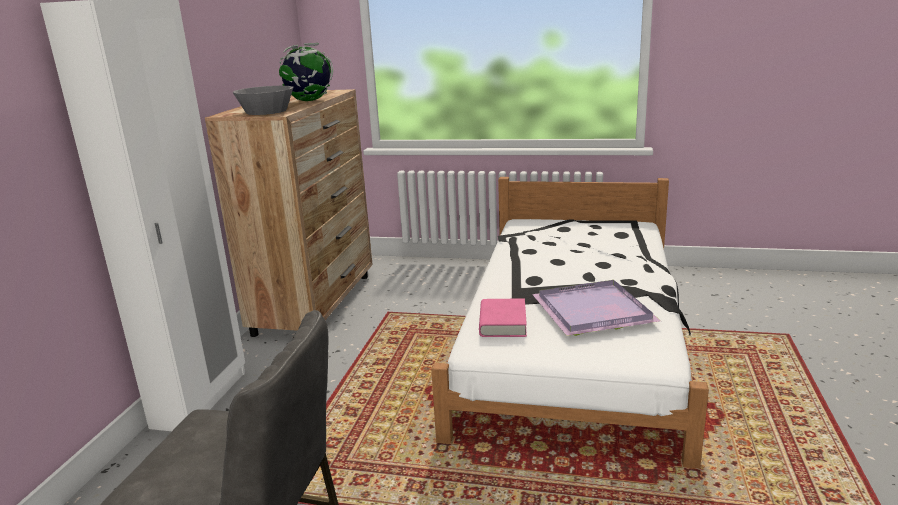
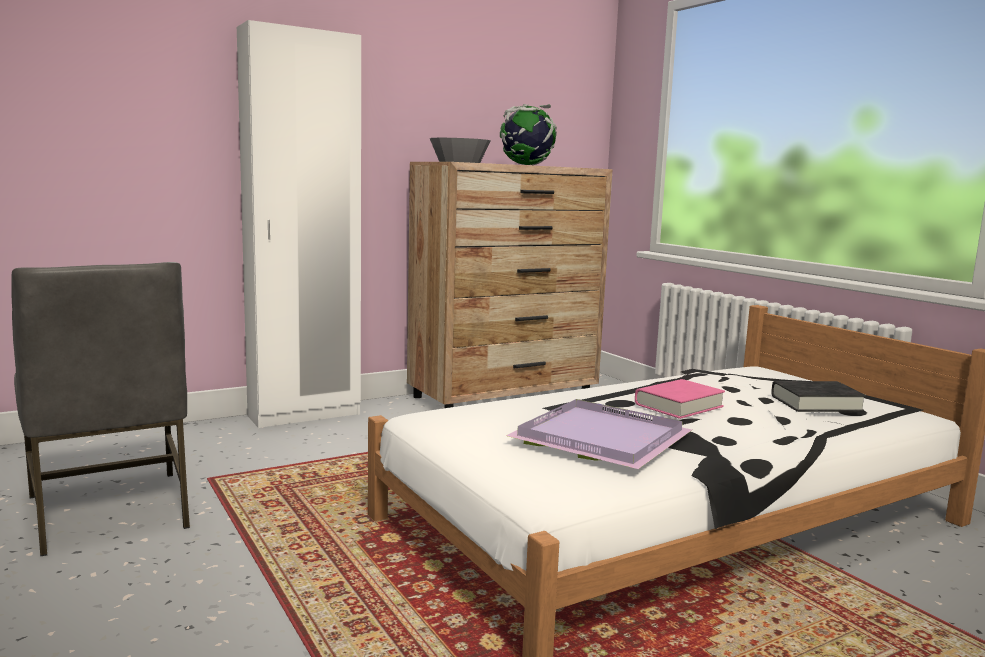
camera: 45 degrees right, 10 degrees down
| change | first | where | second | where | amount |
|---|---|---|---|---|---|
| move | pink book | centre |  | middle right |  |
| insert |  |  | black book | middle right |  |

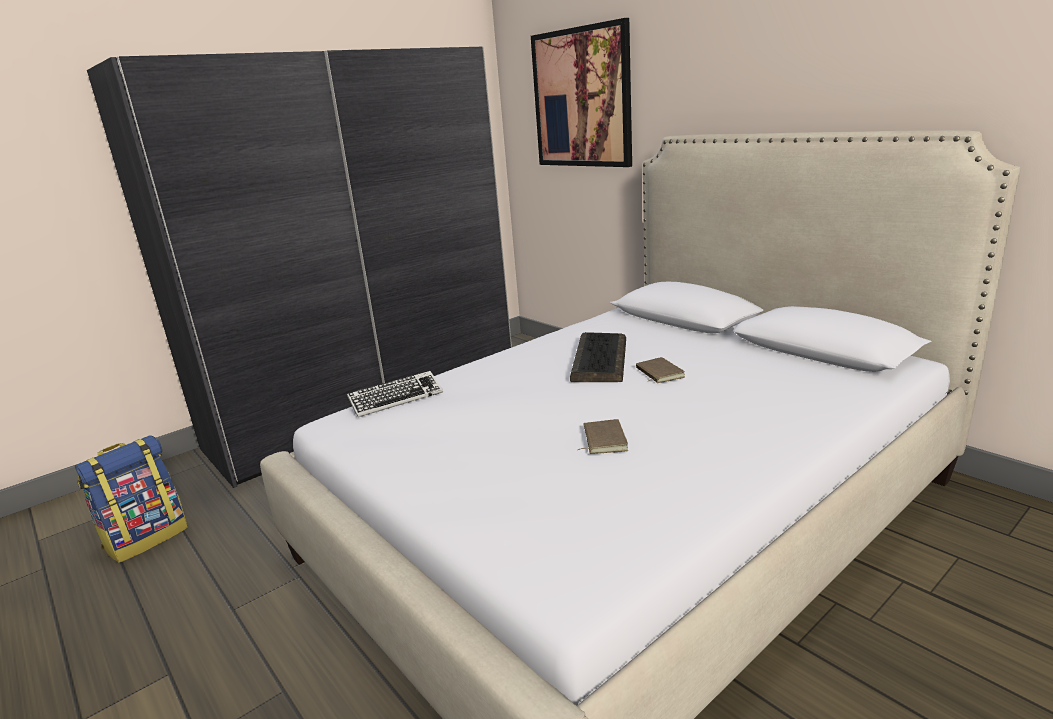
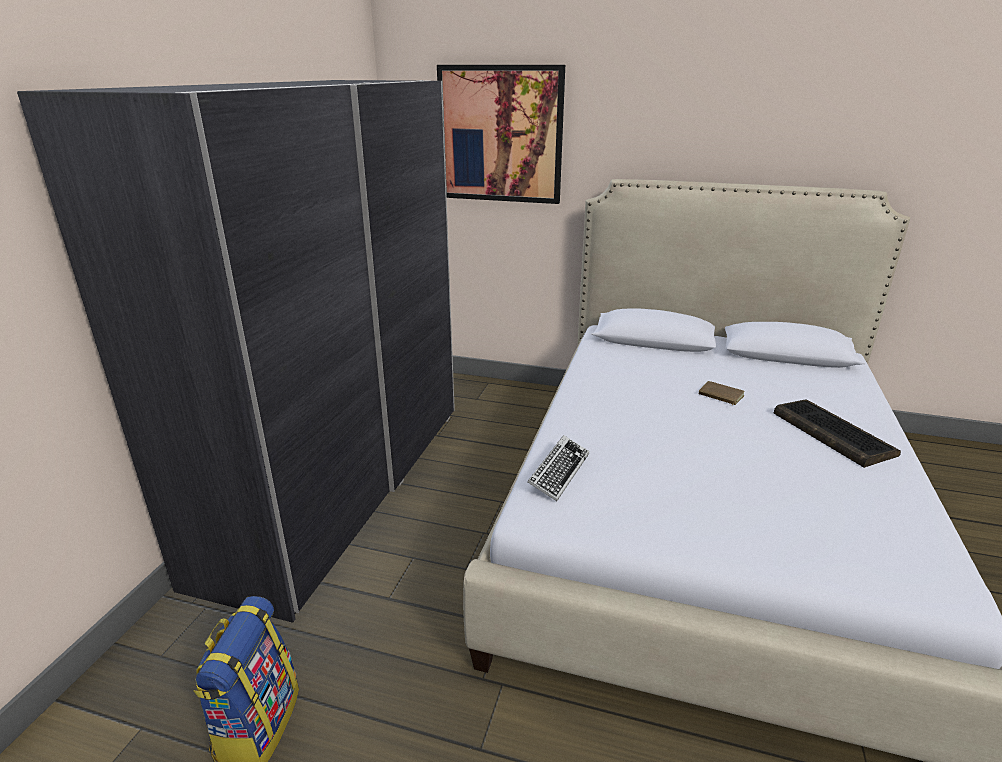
camera: 35 degrees left, 5 degrees up
| change | first | where | second | where | amount |
|---|---|---|---|---|---|
| move | keyboard (2nd from left) | centre |  | middle right |  |
| delete | brown book (1st from left) | centre |  |  |  |

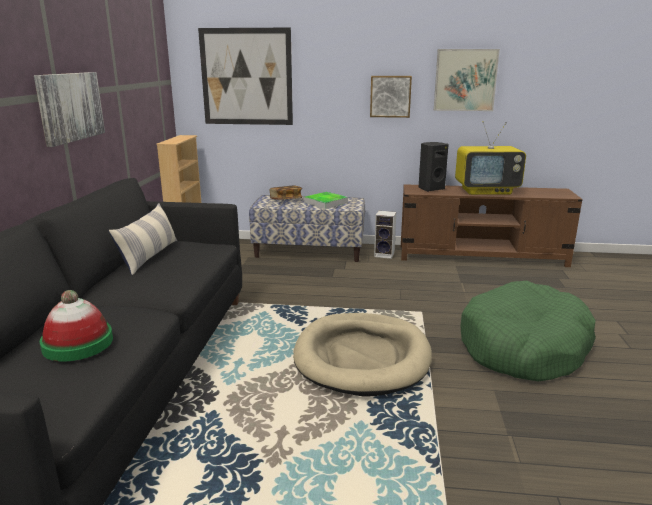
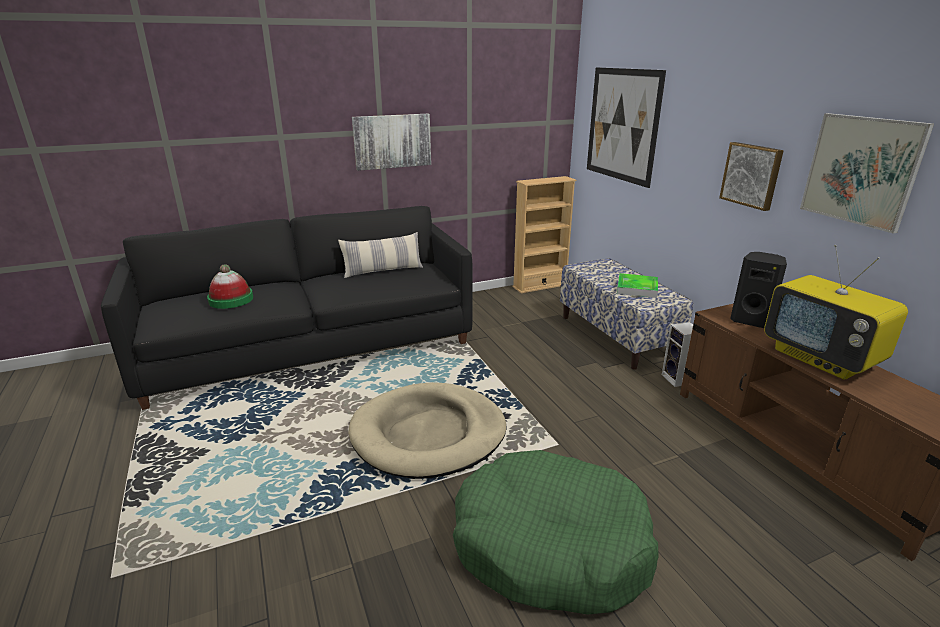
camera: 60 degrees right, 5 degrees up
| change | first | where | second | where | amount |
|---|---|---|---|---|---|
| delete | book | centre |  |  |  |

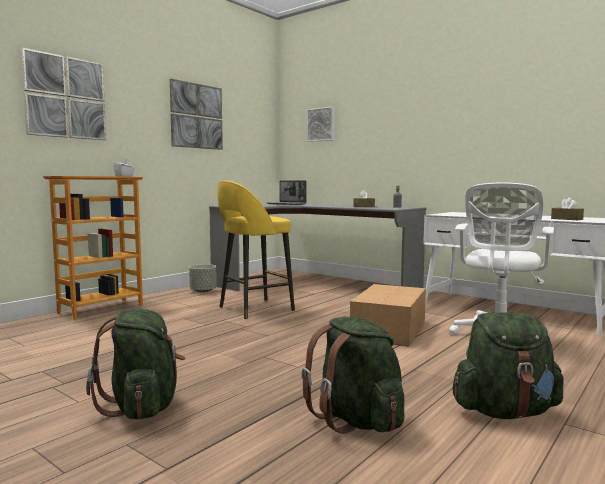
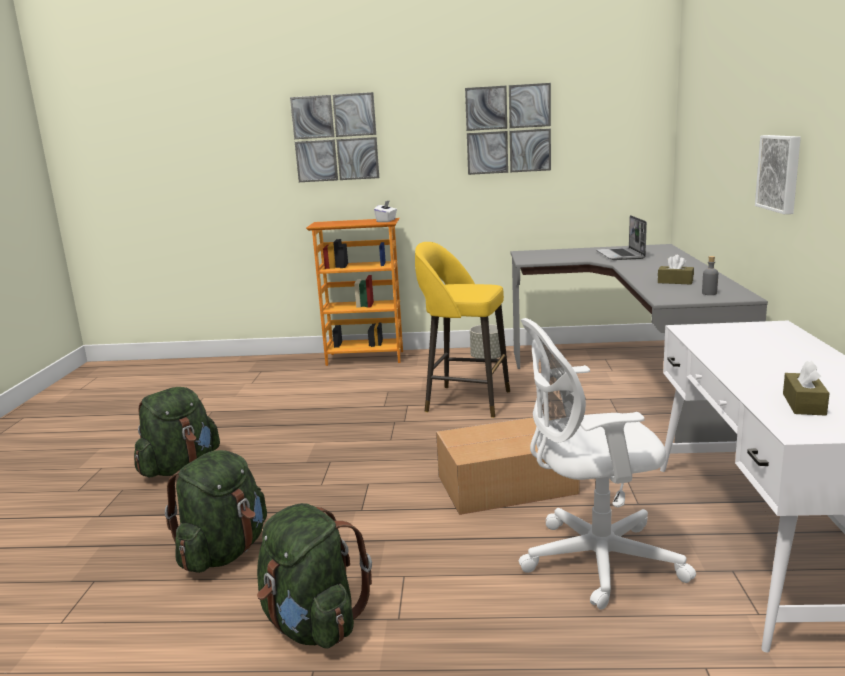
camera: 55 degrees right, 10 degrees up
| change | first | where | second | where | amount |
|---|---|---|---|---|---|
| move | picture (3rd from left) | top centre |  | top right |  |

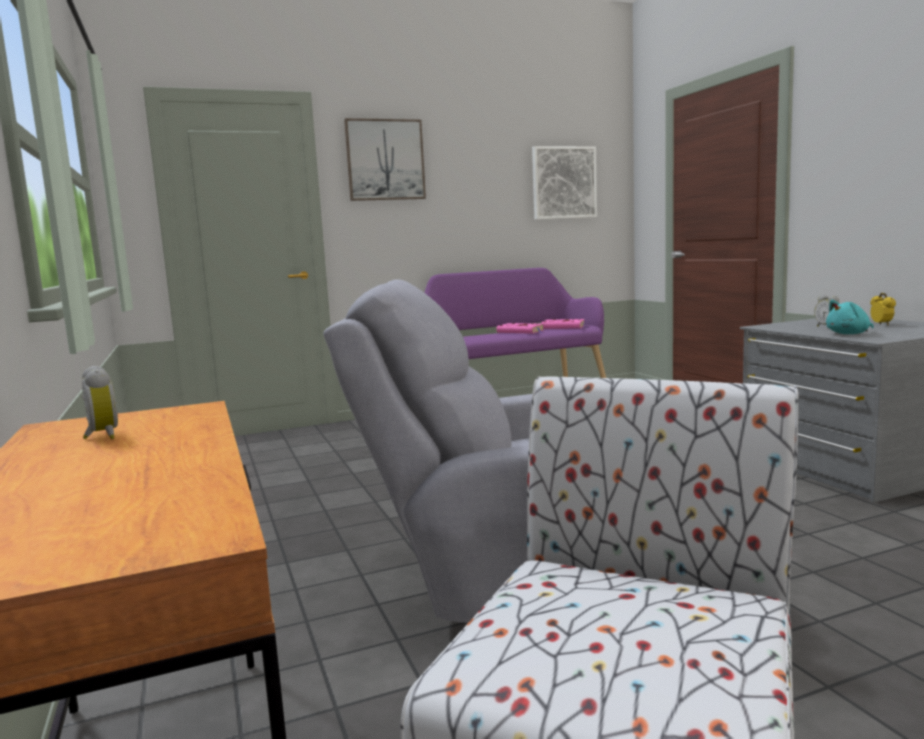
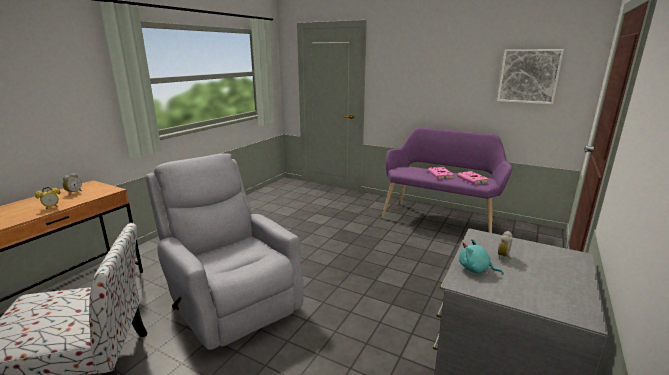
camera: 50 degrees right, 10 degrees up
| change | first | where | second | where | amount |
|---|---|---|---|---|---|
| delete | picture (1st from left) | top centre |  |  |  |
| move | alarm clock (3rd from left in the first image) | middle right | alarm clock (1st from left) | middle left |  |

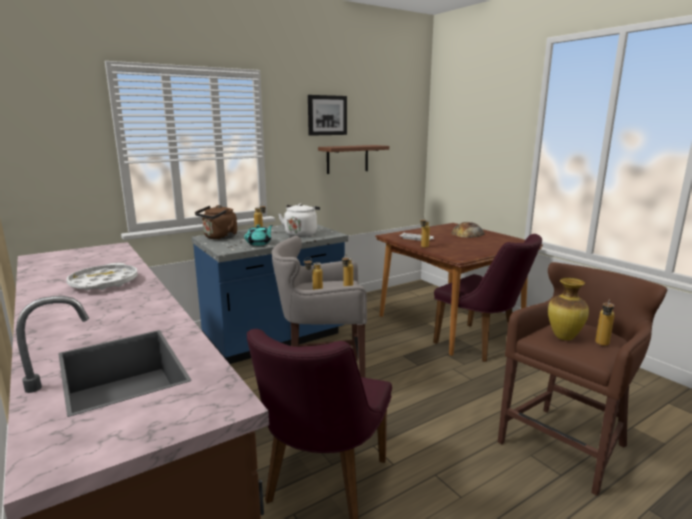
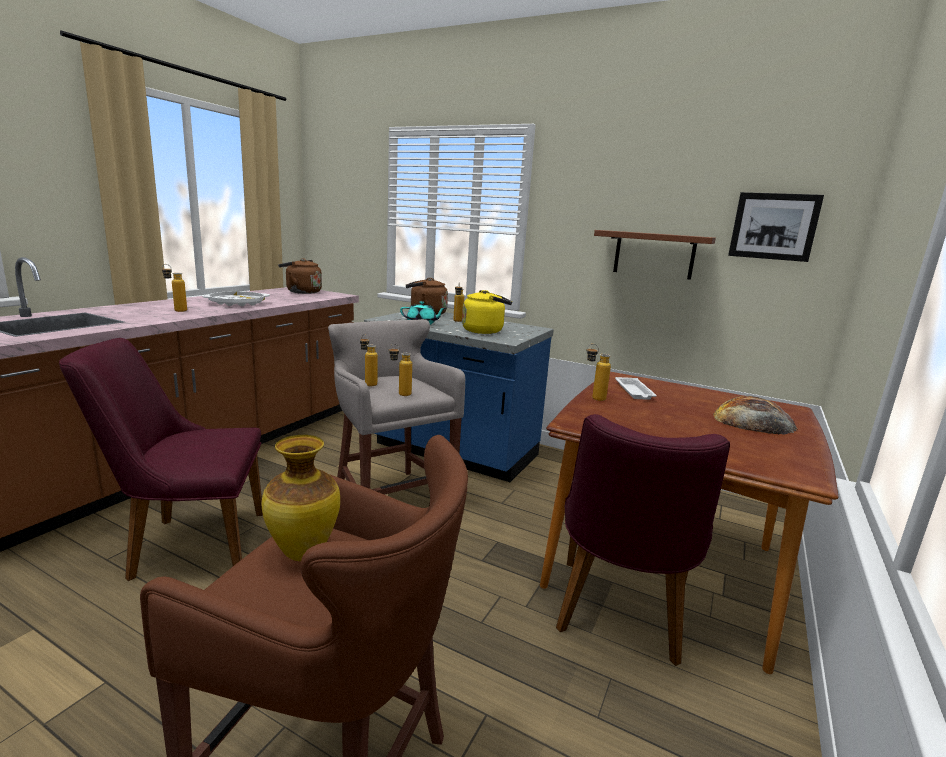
camera: 60 degrees right, 0 degrees up
| change | first | where | second | where | amount |
|---|---|---|---|---|---|
| move | picture | top centre |  | top right |  |
| recolor | white kettle | centre | yellow kettle | centre |  |
| move | bottle (5th from left in the first image) | middle right | bottle (1st from left) | middle left |  |
| insert |  |  | brown kettle (1st from left) | middle left |  |

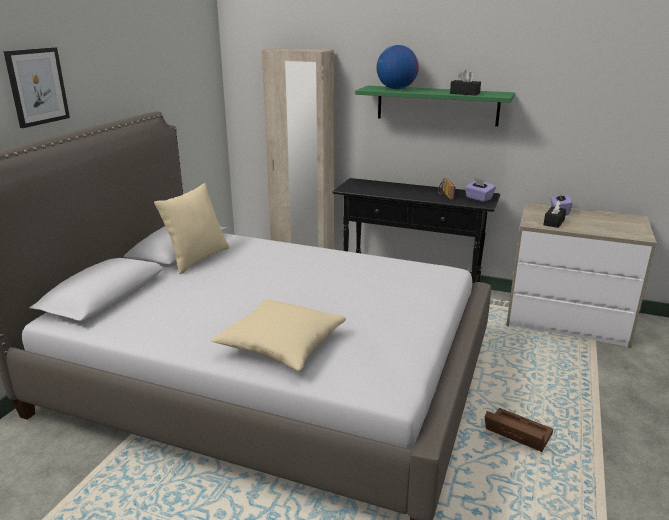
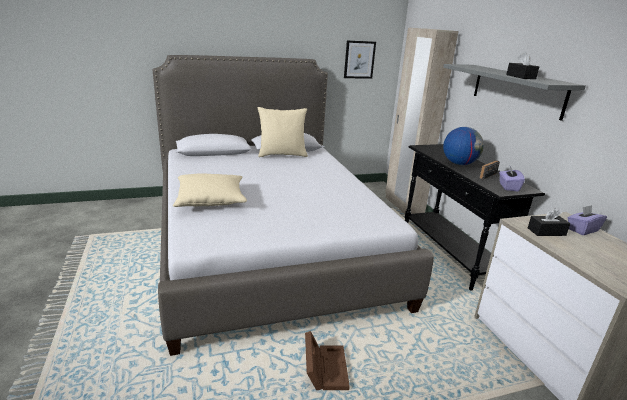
camera: 50 degrees right, 0 degrees up
| change | first | where | second | where | amount |
|---|---|---|---|---|---|
| move | globe | top centre |  | middle right |  |
| move | picture | top left |  | top centre |  |
| recolor | green shelf | top centre | grey shelf | top right |  |

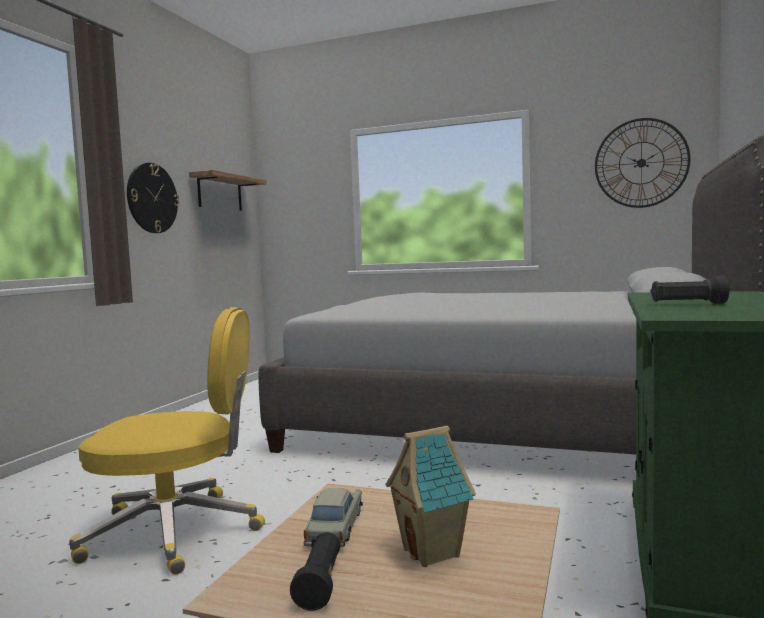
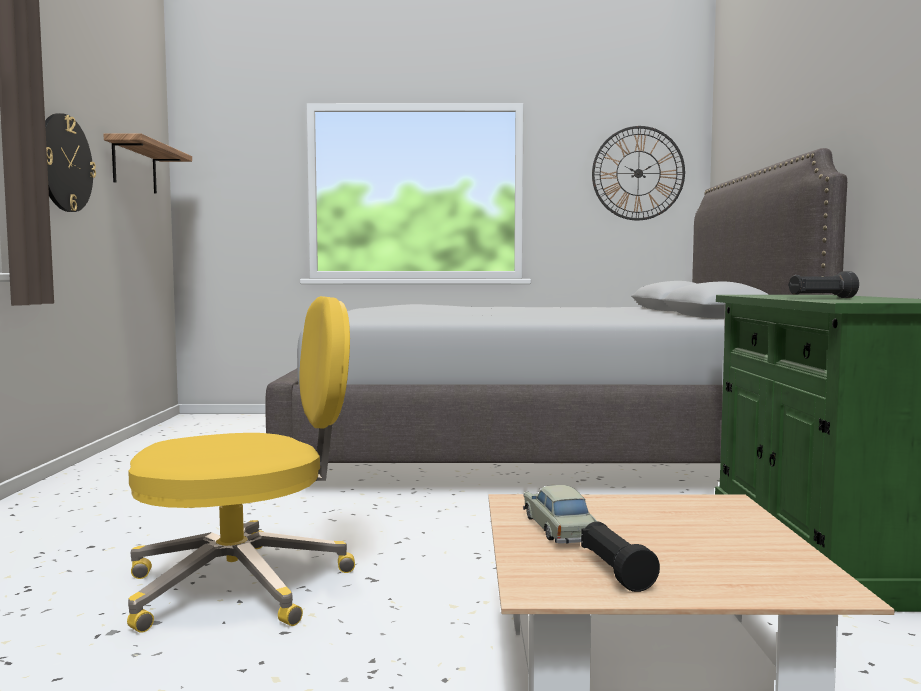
camera: 20 degrees left, 0 degrees up
| change | first | where | second | where | amount |
|---|---|---|---|---|---|
| delete | toy house | bottom centre |  |  |  |

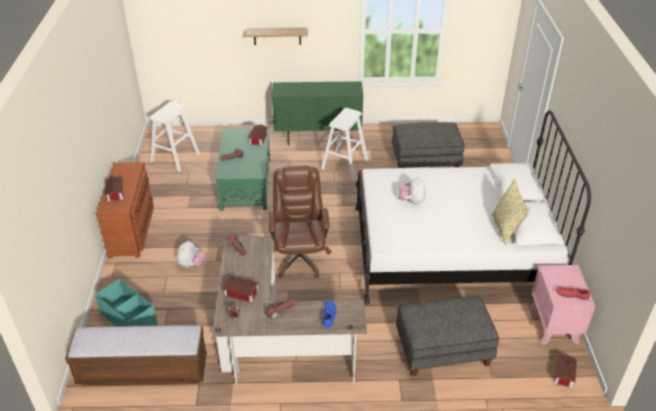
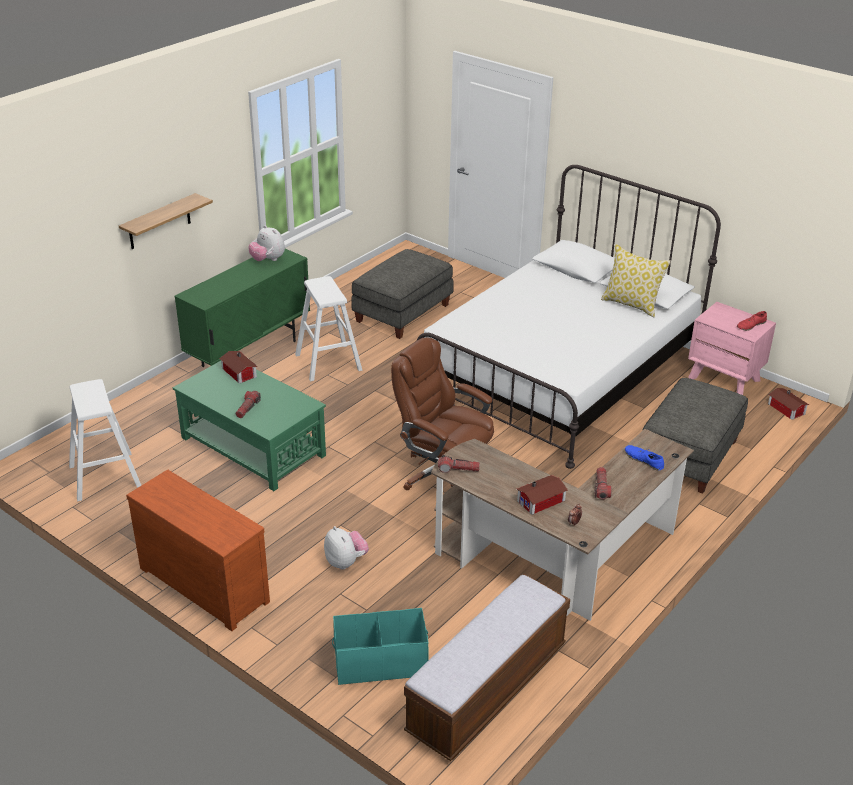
camera: 50 degrees left, 5 degrees down
| change | first | where | second | where | amount |
|---|---|---|---|---|---|
| delete | toy house (1st from left) | middle left |  |  |  |
| move | plush toy (2nd from left in the first image) | centre | plush toy (1st from left) | top left |  |

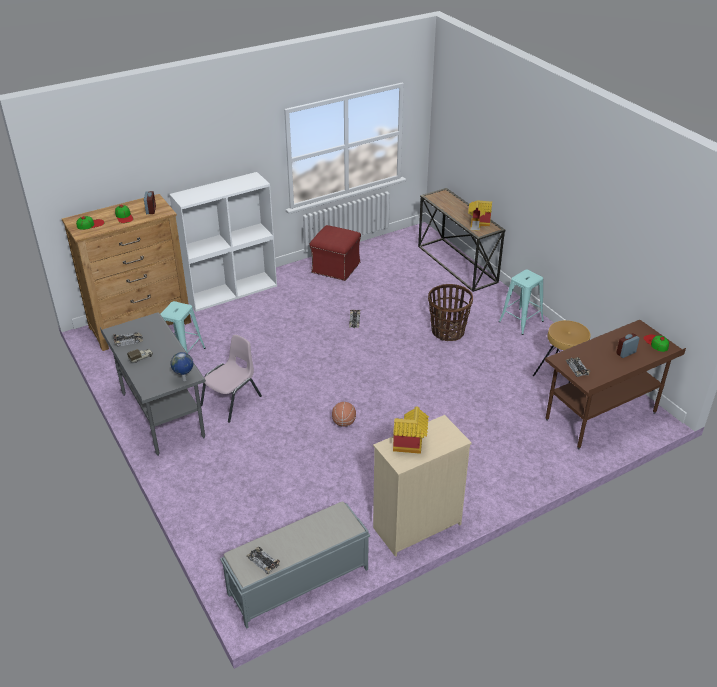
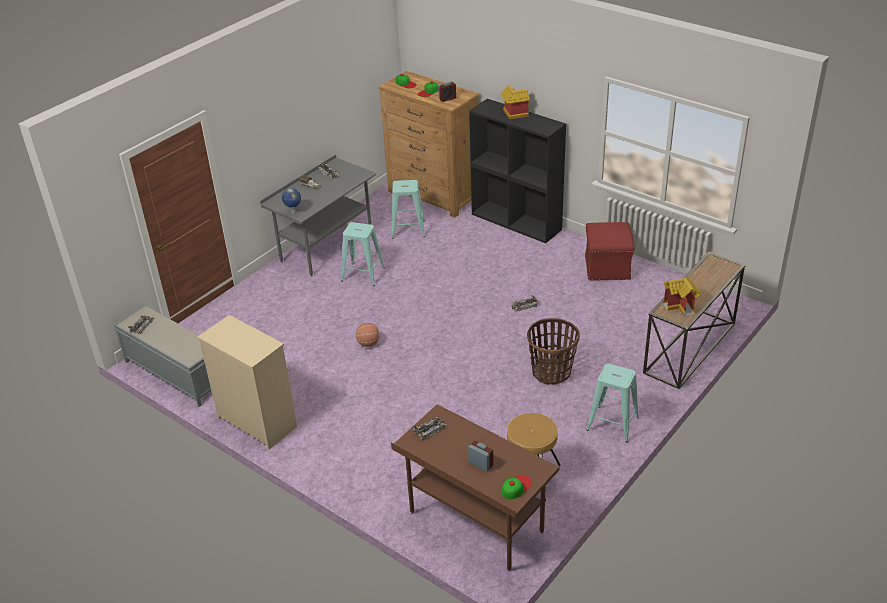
camera: 70 degrees right, 0 degrees up
| change | first | where | second | where | amount |
|---|---|---|---|---|---|
| recolor | white bookcase | middle left | black bookcase | top centre |  |
| replace | pink chair | middle left | turquoise stool (1st from left) | centre |  |
| move | toy house (1st from left) | centre |  | top centre |  |

